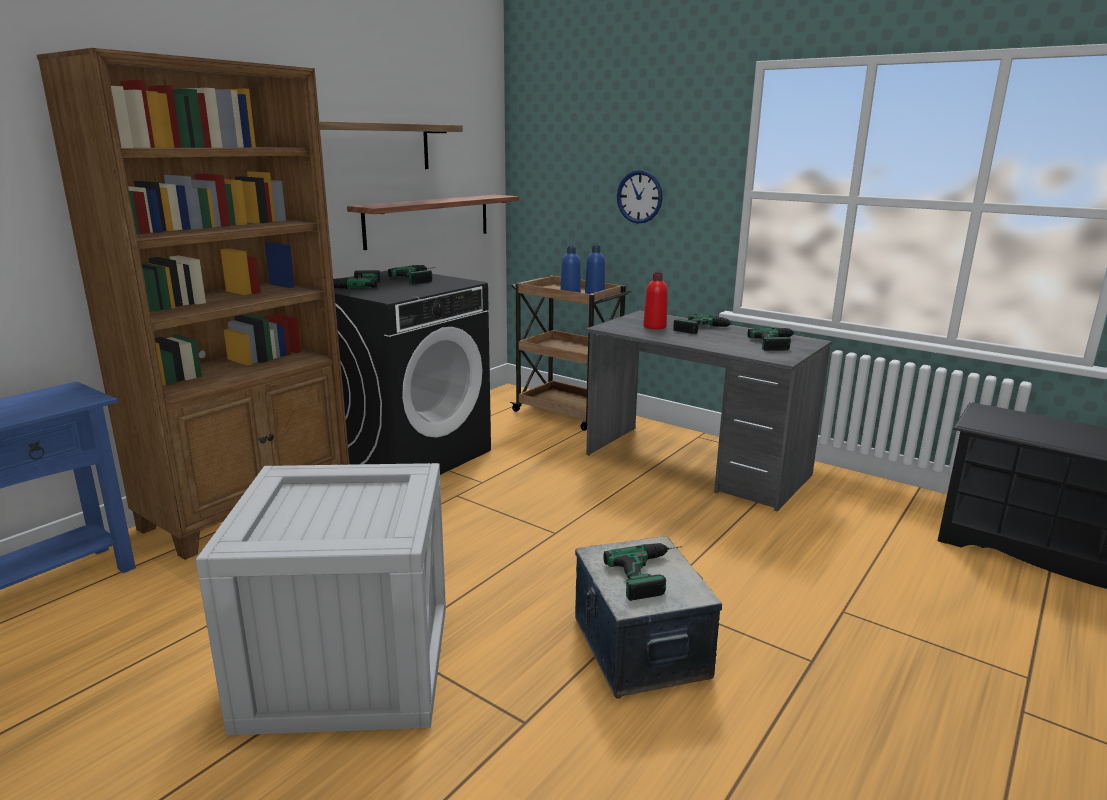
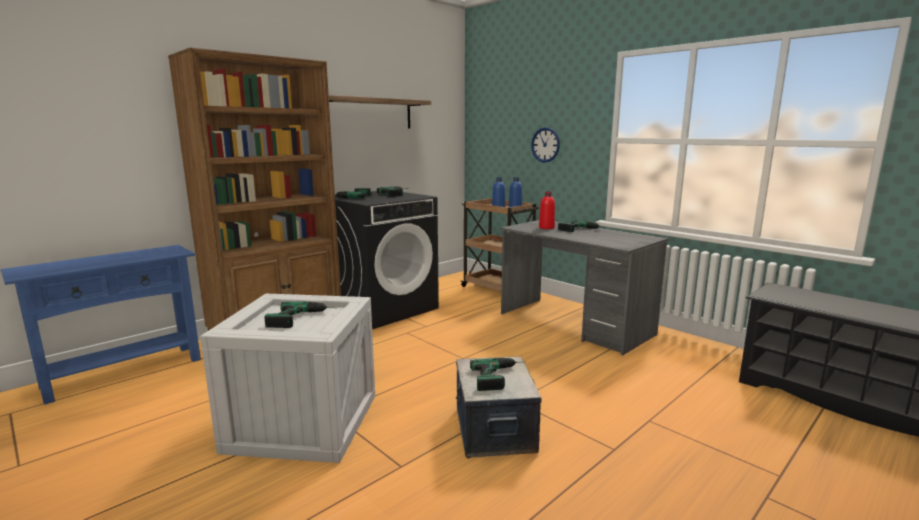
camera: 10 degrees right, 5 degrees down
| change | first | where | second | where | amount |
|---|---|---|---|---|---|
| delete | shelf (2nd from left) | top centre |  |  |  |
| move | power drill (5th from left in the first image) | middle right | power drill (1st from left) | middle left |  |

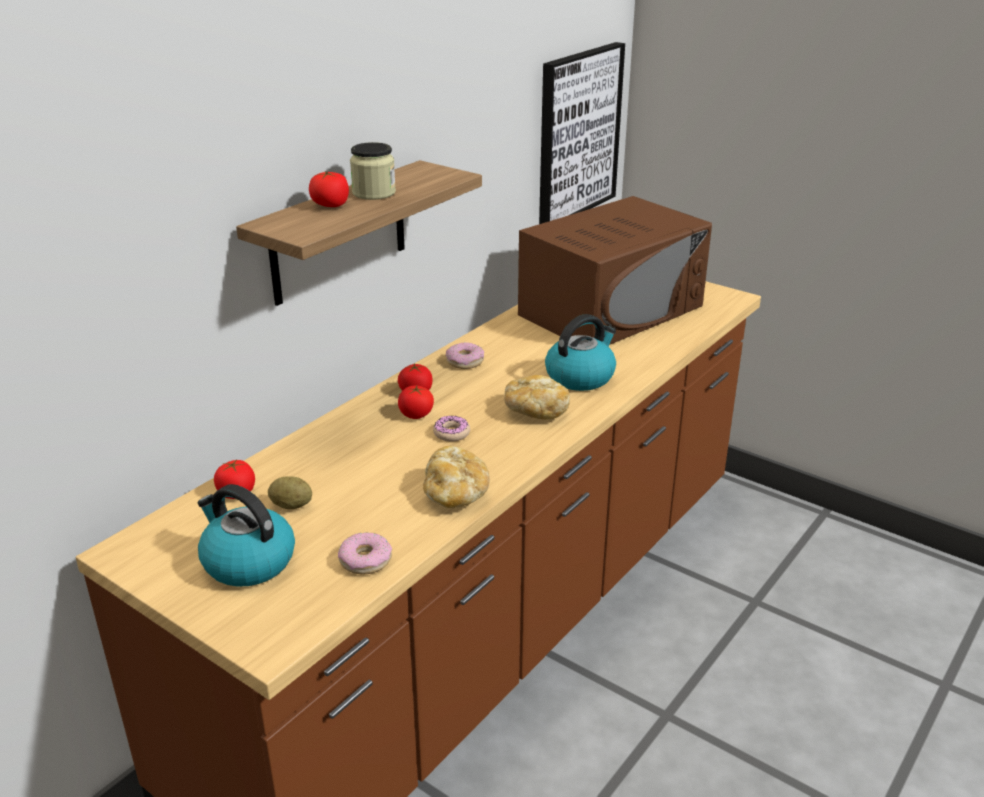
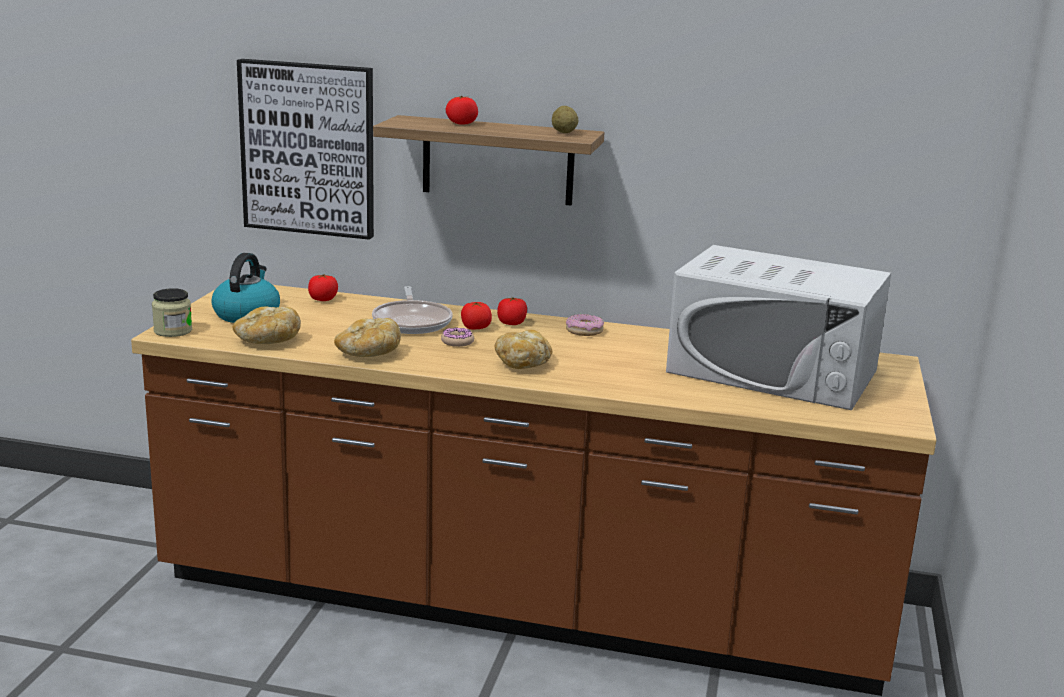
camera: 65 degrees right, 10 degrees down
| change | first | where | second | where | amount |
|---|---|---|---|---|---|
| move | picture | top centre |  | top left |  |
| move | jar | top centre |  | middle left |  |
| recolor | brown microwave | centre | white microwave | middle right |  |
| delete | kettle (2nd from left) | centre |  |  |  |
| move | potato | middle left |  | top centre |  |
| replace | donut (1st from left) | bottom centre | bread (1st from left) | middle left |  |
| insert |  |  | frying pan | centre |  |

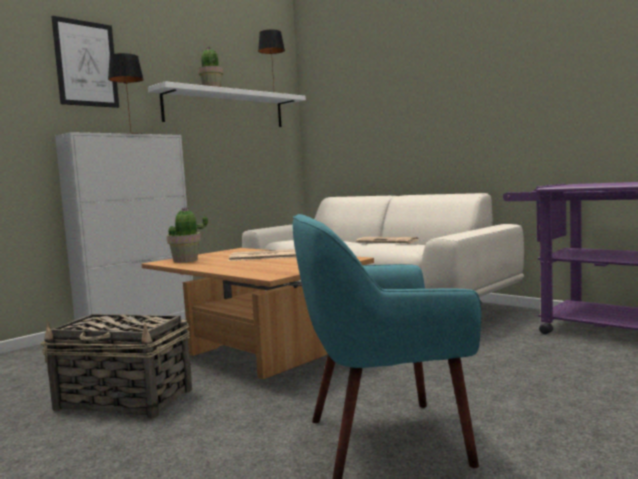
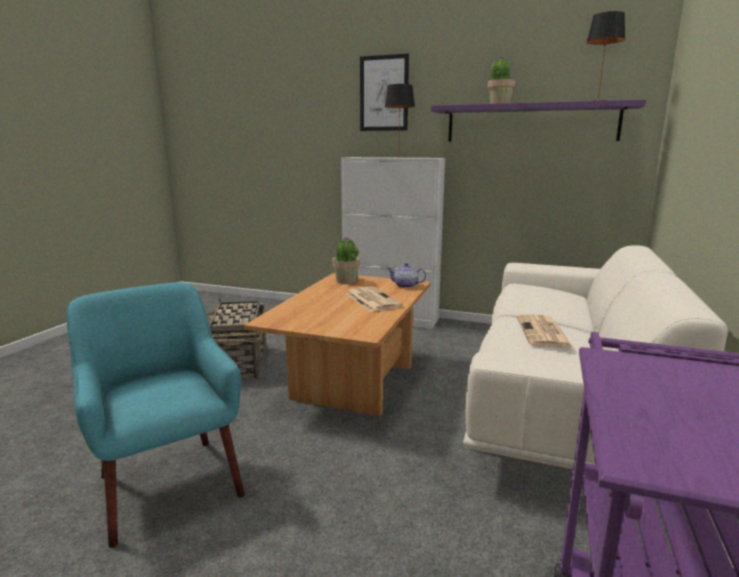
camera: 65 degrees right, 10 degrees up
| change | first | where | second | where | amount |
|---|---|---|---|---|---|
| recolor | white shelf | top centre | purple shelf | top right |  |
| insert |  |  | teapot | centre |  |

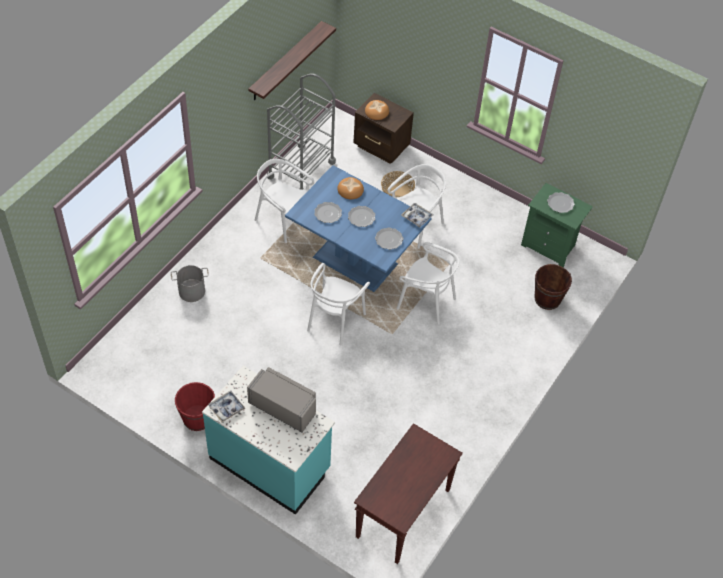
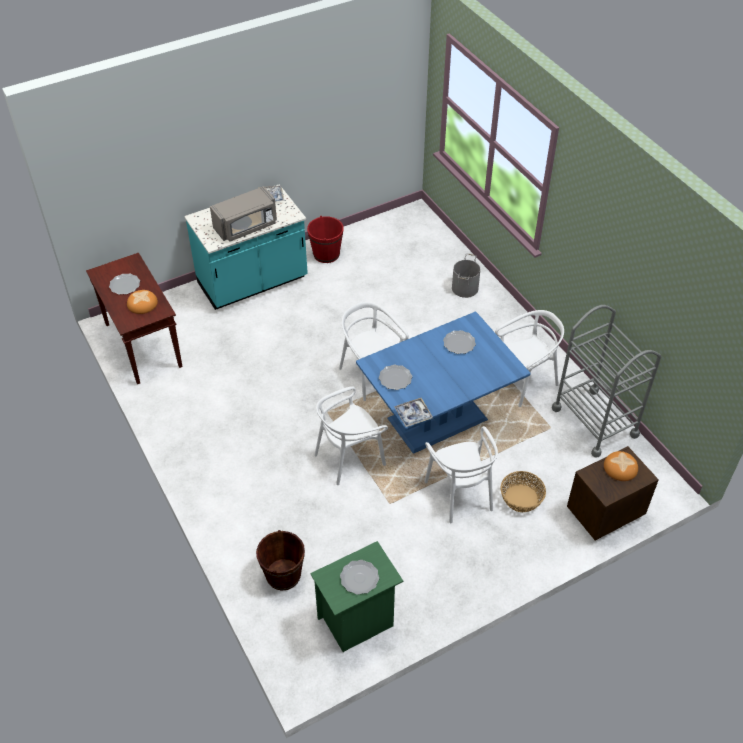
camera: 120 degrees right, 5 degrees down
| change | first | where | second | where | amount |
|---|---|---|---|---|---|
| delete | shelf | top centre |  |  |  |
| move | bread (1st from left) | top centre |  | middle left |  |
| move | plate (2nd from left in the first image) | centre | plate (1st from left) | middle left |  |

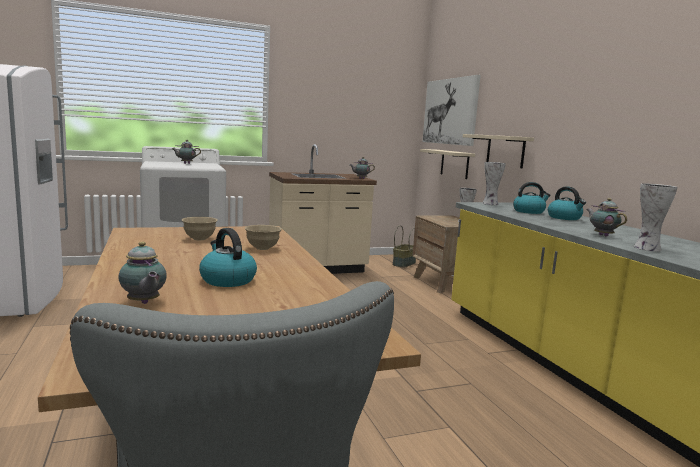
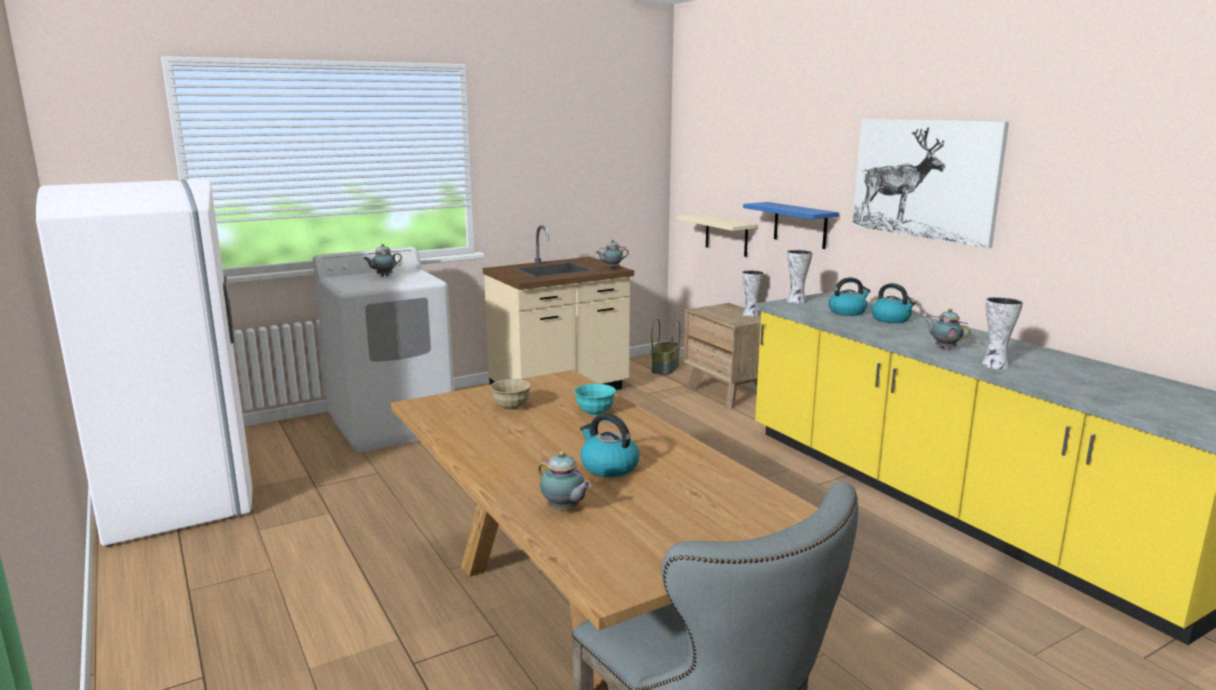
camera: 10 degrees left, 5 degrees up
| change | first | where | second | where | amount |
|---|---|---|---|---|---|
| move | picture | top centre |  | top right |  |
| recolor | beige shelf (2nd from left) | top right | blue shelf | top centre |  |
| recolor | beige bowl (2nd from left) | centre | turquoise bowl | centre |  |

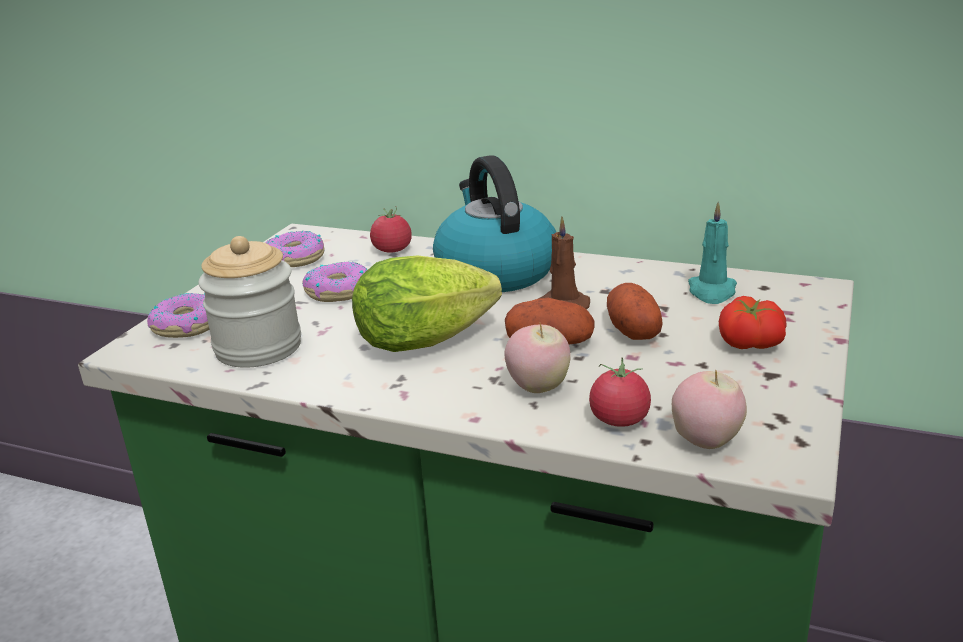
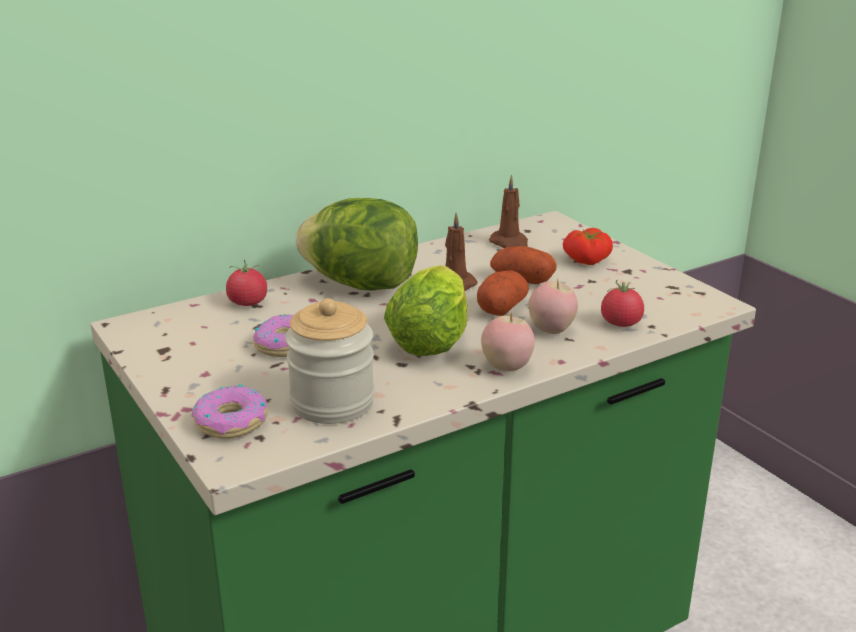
camera: 55 degrees left, 0 degrees up
| change | first | where | second | where | amount |
|---|---|---|---|---|---|
| replace | kettle | centre | lettuce (1st from left) | centre |  |
| recolor | turquoise candle | middle right | brown candle (2nd from left) | centre |  |
| delete | donut (2nd from left) | middle left |  |  |  |
| move | apple (2nd from left in the first image) | middle right | apple (1st from left) | centre |  |

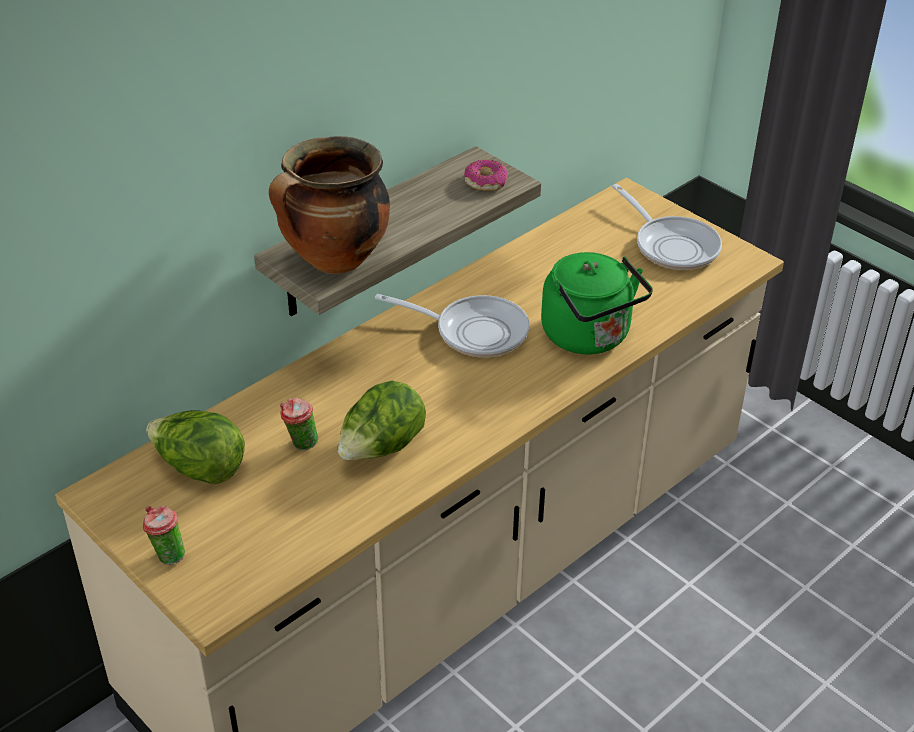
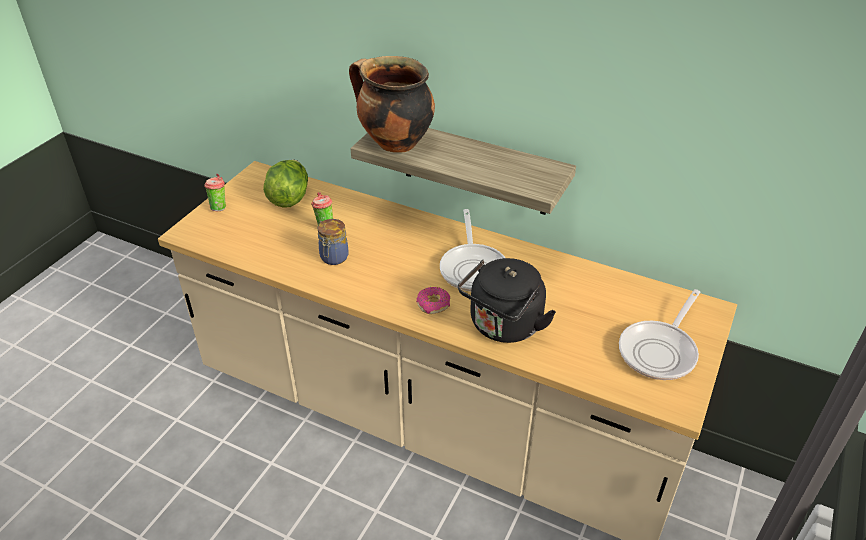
camera: 70 degrees right, 0 degrees up
| change | first | where | second | where | amount |
|---|---|---|---|---|---|
| move | donut | top centre |  | centre |  |
| recolor | green kettle | centre | black kettle | centre |  |
| replace | lettuce (2nd from left) | centre | jar | centre |  |

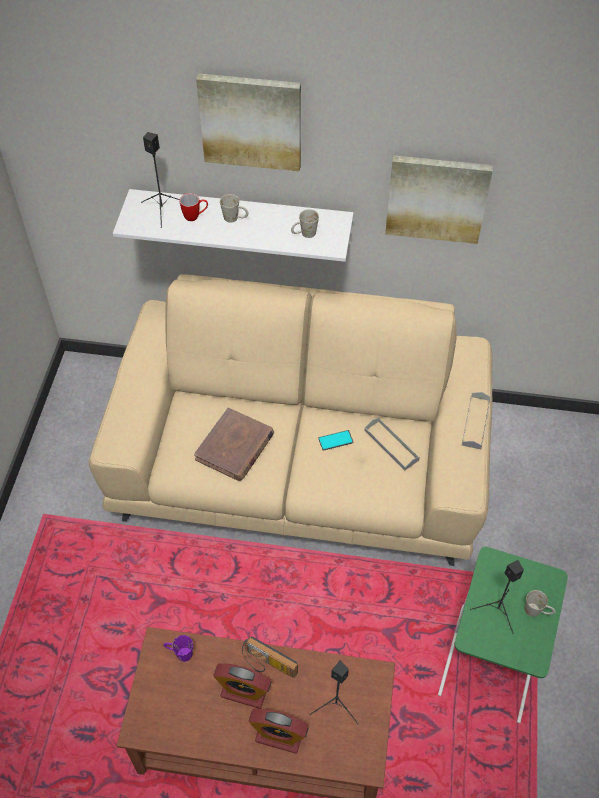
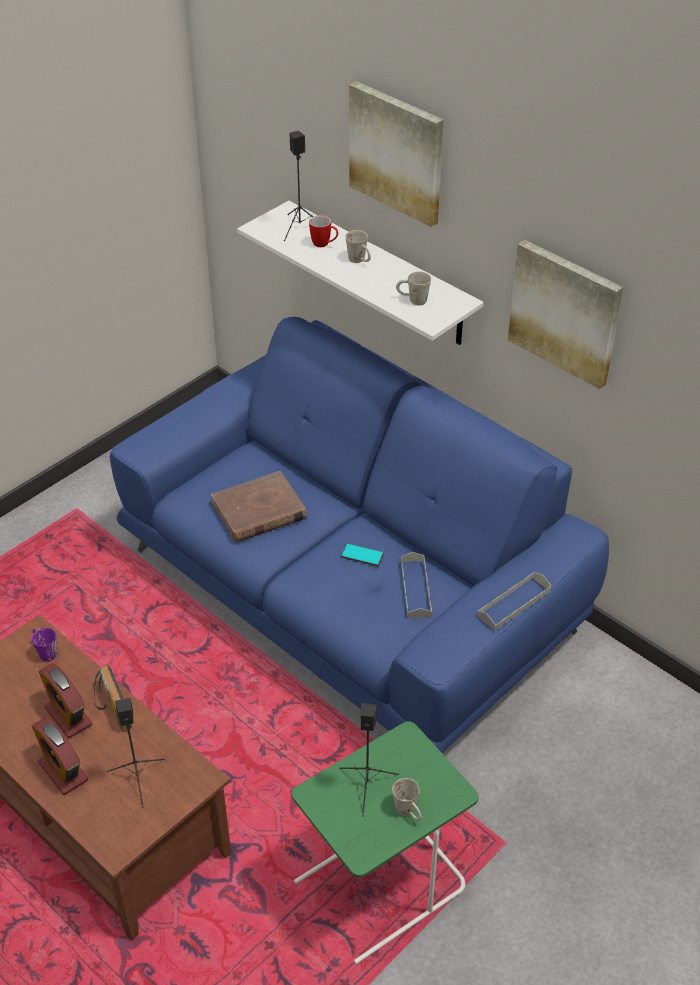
camera: 35 degrees right, 10 degrees down
| change | first | where | second | where | amount |
|---|---|---|---|---|---|
| recolor | beige sofa | centre | blue sofa | centre |  |

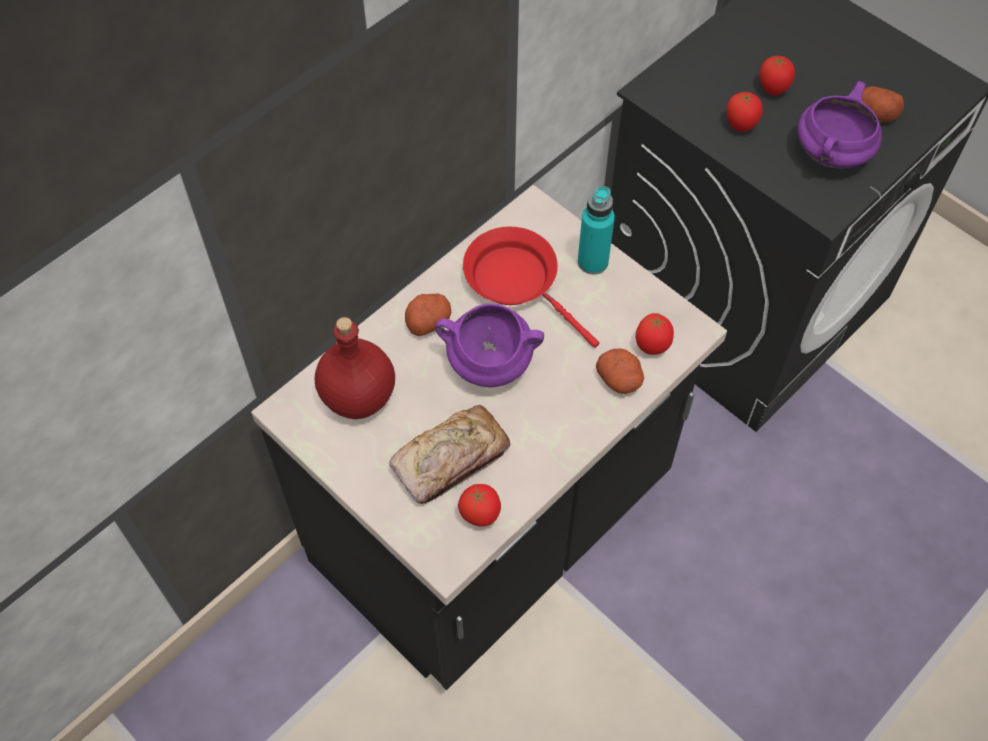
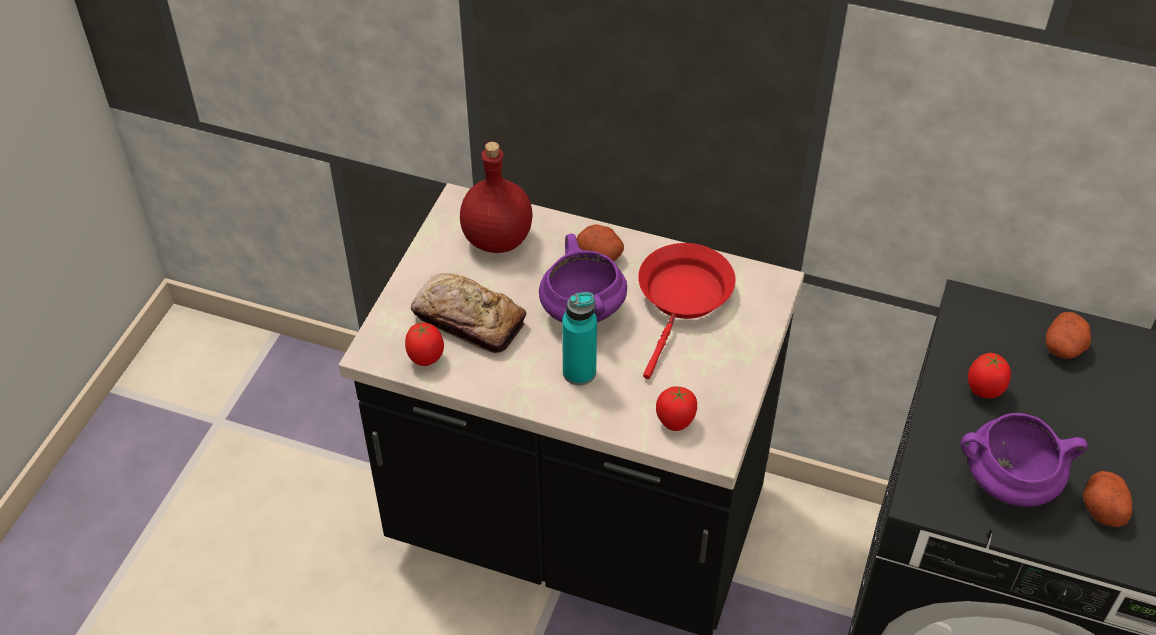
camera: 65 degrees right, 10 degrees down
| change | first | where | second | where | amount |
|---|---|---|---|---|---|
| delete | tomato (4th from left) | top right |  |  |  |
| move | turquoise bottle | top centre |  | centre |  |
| move | potato (2nd from left) | centre |  | middle right |  |

